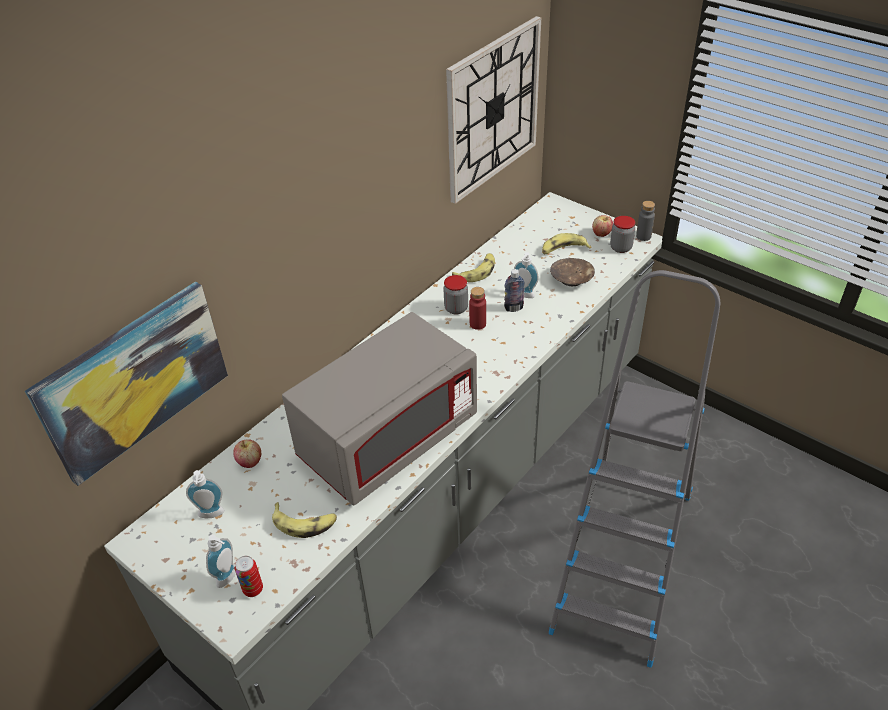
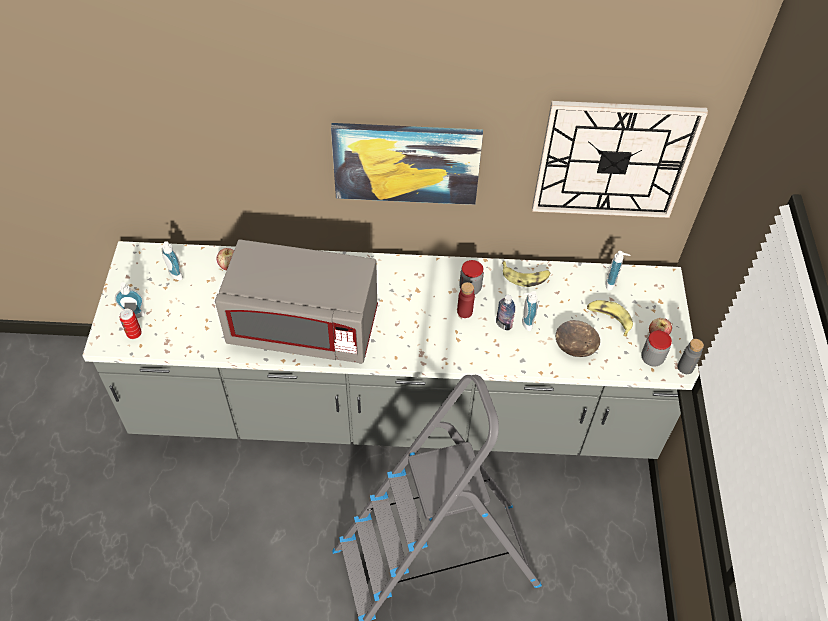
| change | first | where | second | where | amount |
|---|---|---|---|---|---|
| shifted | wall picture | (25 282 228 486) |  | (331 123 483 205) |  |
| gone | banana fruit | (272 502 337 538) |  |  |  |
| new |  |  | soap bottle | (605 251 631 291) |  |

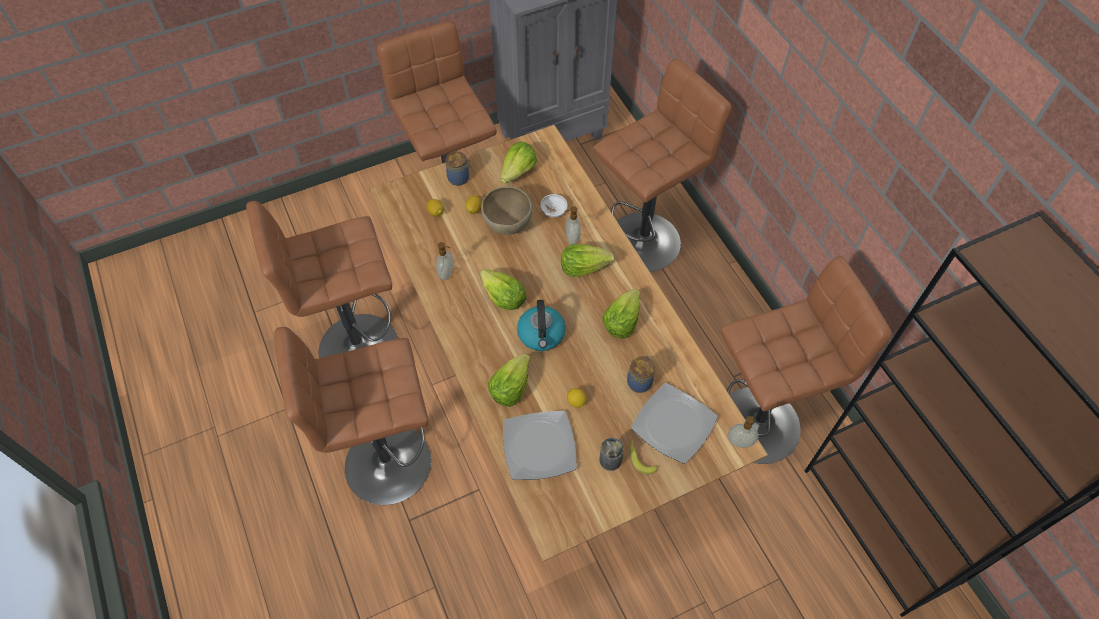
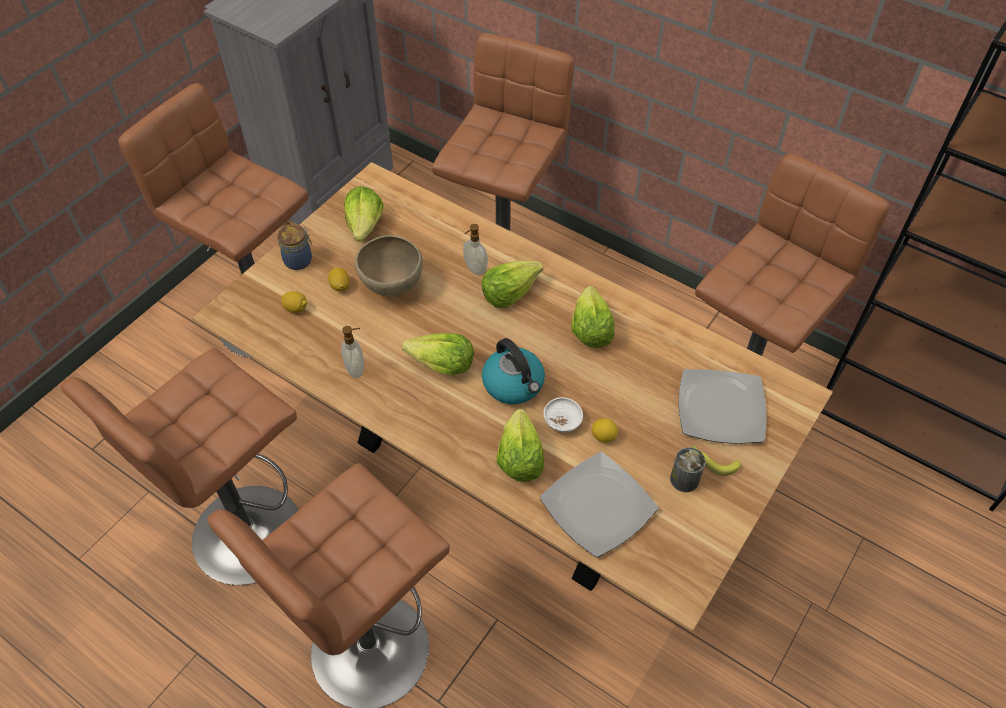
| change | first | where | second | where | amount |
|---|---|---|---|---|---|
| shifted | white-coloured bowl | (540 194 568 217) |  | (544 397 583 433) |  |
| gone | jar | (627 356 655 393) |  |  |  |
| gone | soap bottle | (727 416 759 448) |  |  |  |

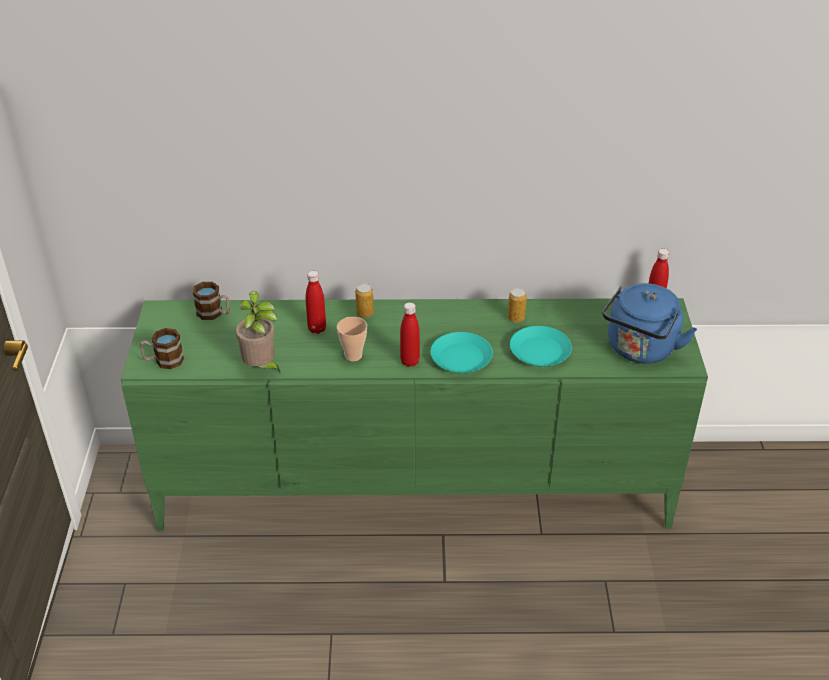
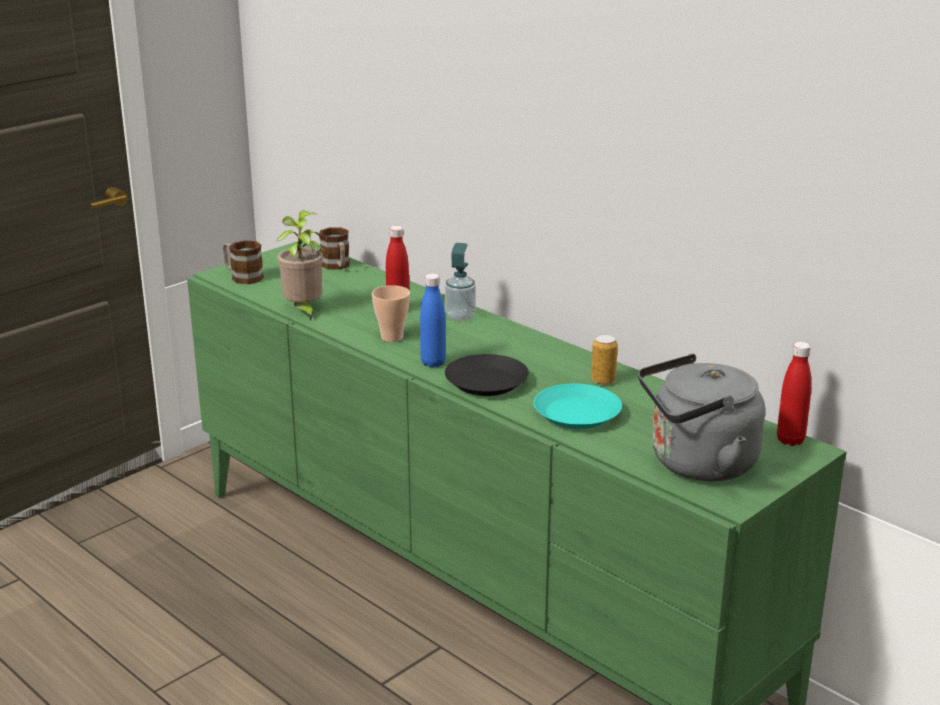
| change | first | where | second | where | amount |
|---|---|---|---|---|---|
| swapped | sealed can | (355 284 374 318) | soap bottle | (445 243 476 321) |  |
| repainted | reddish bottle | (400 302 420 367) | blue bottle | (420 273 446 367) |  |
| repainted | blue-green flat dish | (431 332 493 373) | black flat dish | (445 354 529 396) |  |
| repainted | blue kettle | (602 283 697 363) | grey kettle | (638 354 765 481) |  |

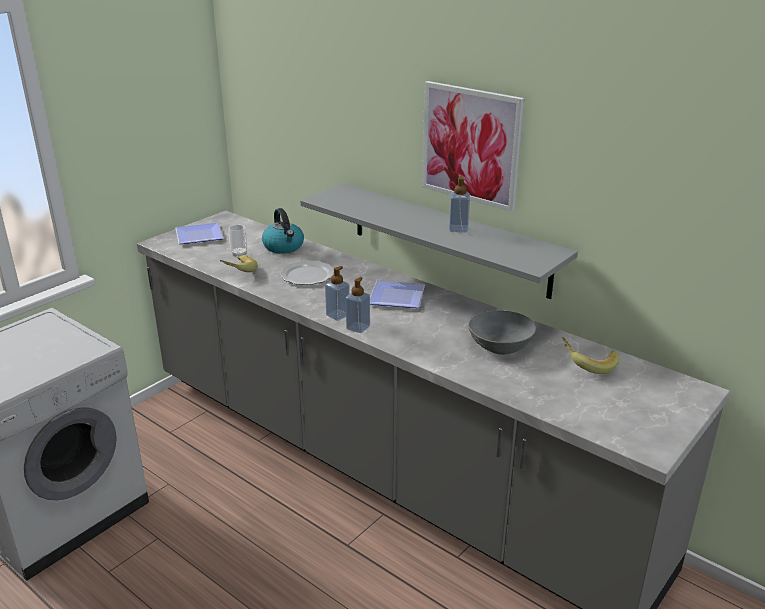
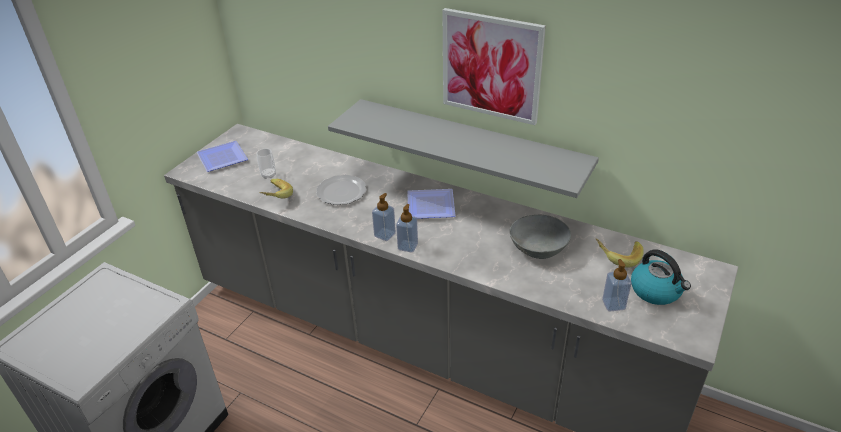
| change | first | where | second | where | amount |
|---|---|---|---|---|---|
| shifted | kettle | (262 208 304 254) |  | (631 249 691 305) |  |
| shifted | soap bottle | (449 176 470 232) |  | (602 259 632 311) |  |

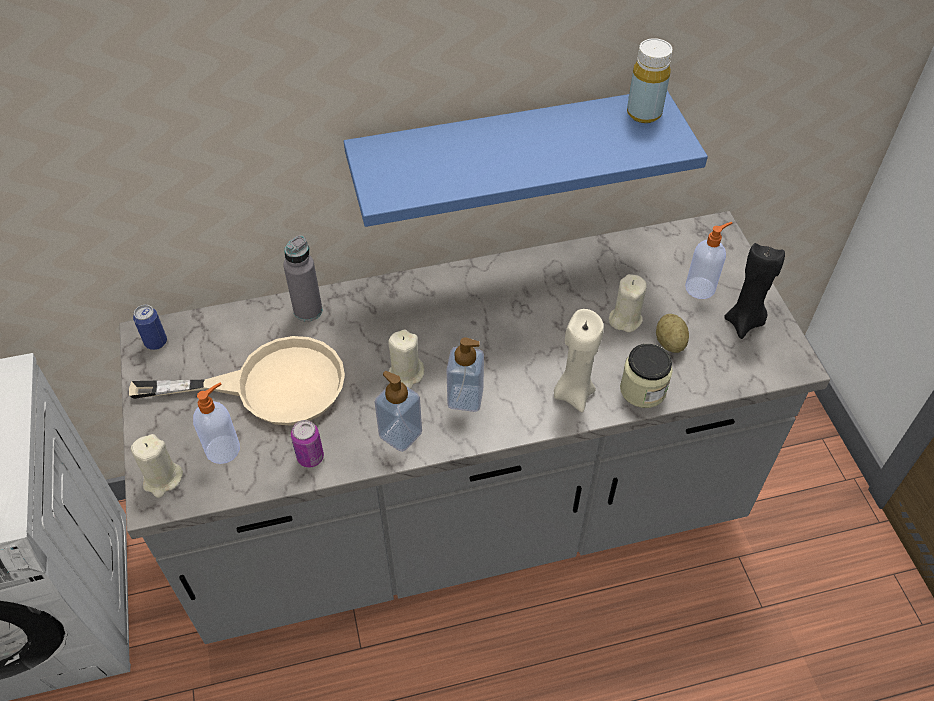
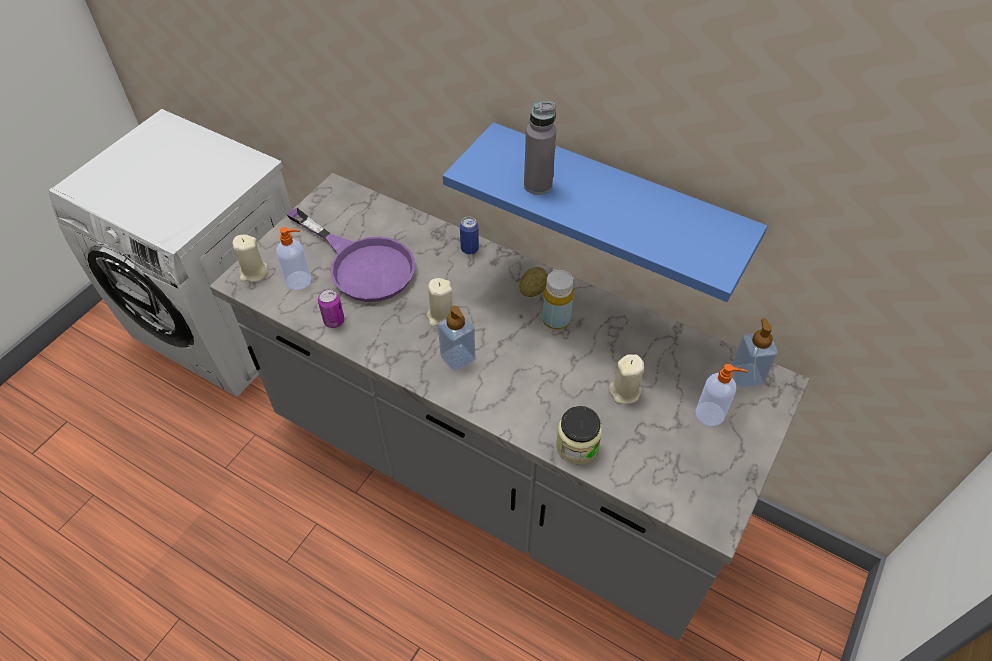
| change | first | where | second | where | amount |
|---|---|---|---|---|---|
| repainted | beige frying pan | (129 336 345 426) | purple-coloured frying pan | (287 208 415 302) |  |
| shifted | sealed can | (133 305 167 350) |  | (460 217 479 254) |  |
| shifted | grey bottle | (283 235 322 322) |  | (524 101 556 195) |  |
| shifted | soap bottle | (374 371 422 452) |  | (731 318 778 387) |  |
| gone | beige wax light | (554 309 604 412) |  |  |  |
| shifted | yellowish bottle | (627 38 672 123) |  | (542 270 574 330) |  |
| shifted | potato | (656 314 689 353) |  | (519 267 548 297) |  |
| gone | black wax light | (724 243 785 339) |  |  |  |

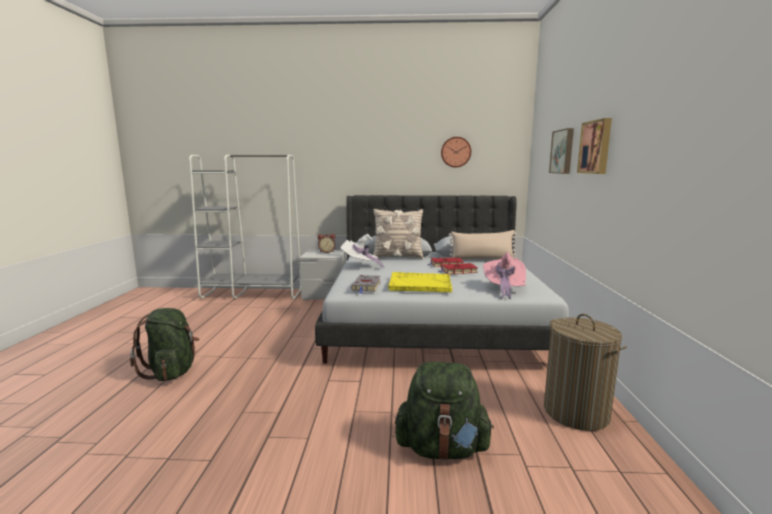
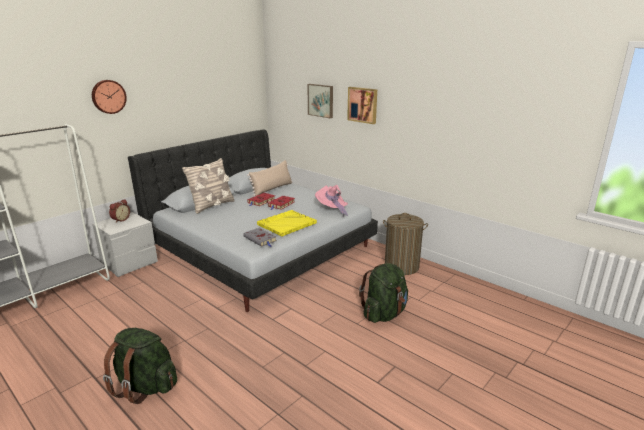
| change | first | where | second | where | amount |
|---|---|---|---|---|---|
| gone | white-coloured wearable hat | (340 234 385 268) |  |  |  |
| shifted | clock on the wall | (441 137 471 167) |  | (92 80 127 114) |  |

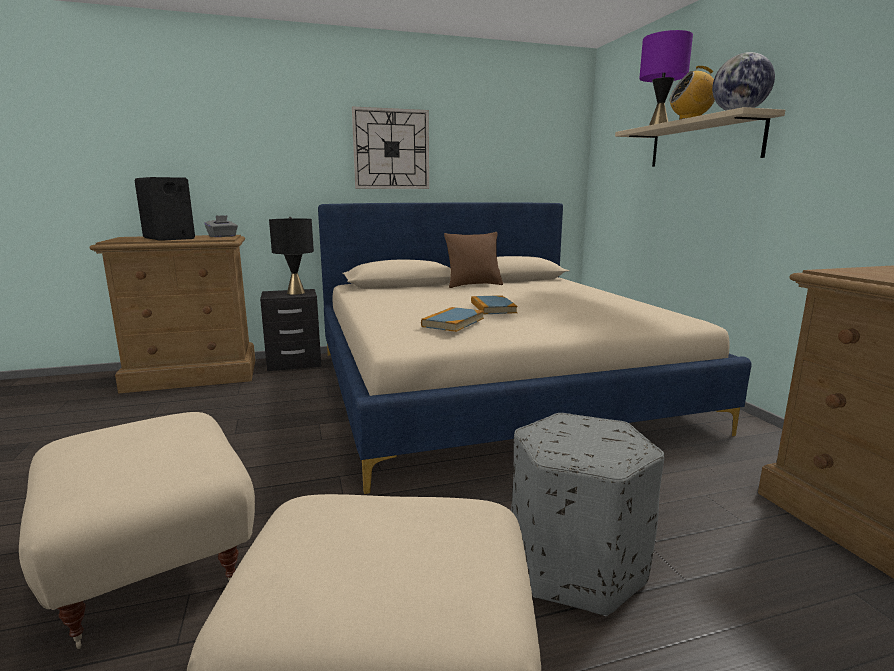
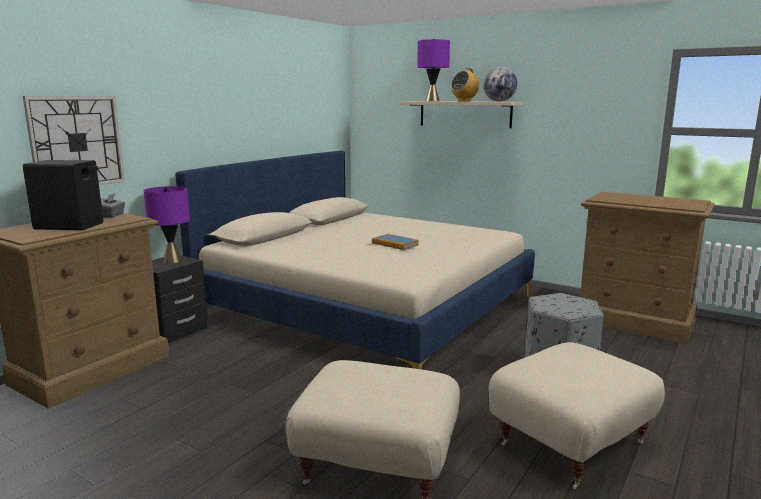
| change | first | where | second | where | amount |
|---|---|---|---|---|---|
| repainted | black lamp for a table | (269 217 314 295) | purple-coloured lamp for a table | (144 186 190 264) |  |
| shifted | clock on the wall | (352 106 429 189) |  | (23 96 125 185) |  |
| gone | volume | (421 307 484 332) |  |  |  |
| gone | brownish throw pillow | (444 232 503 288) |  |  |  |

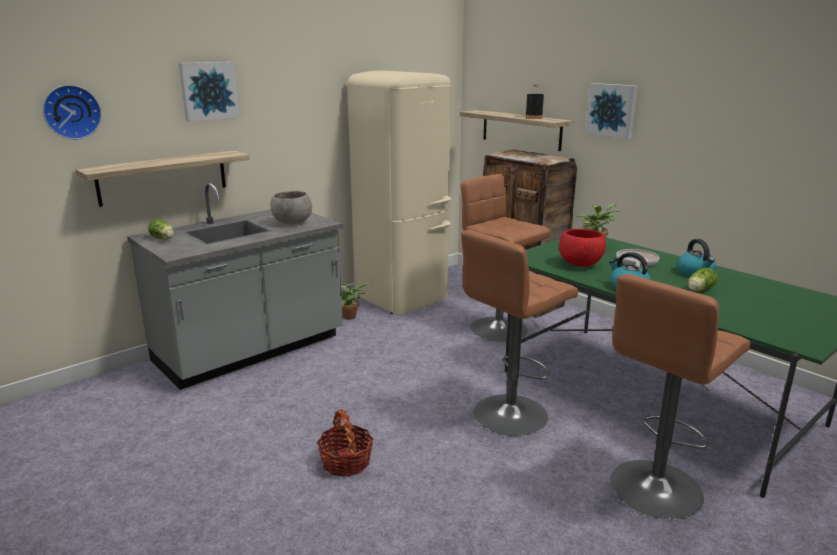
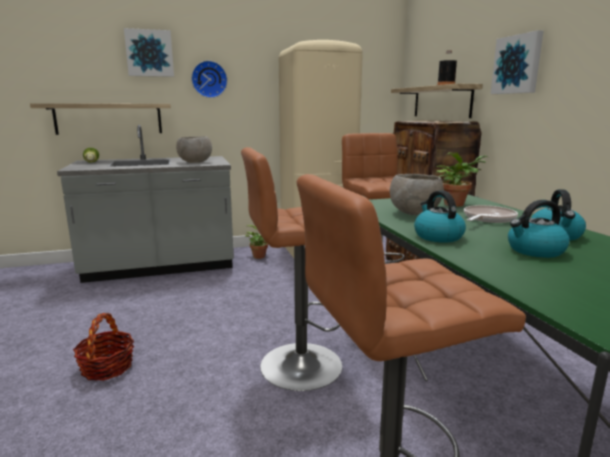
| change | first | where | second | where | amount |
|---|---|---|---|---|---|
| shifted | clock on the wall | (43 85 102 140) |  | (191 61 228 98) |  |
| repainted | reddish bowl | (559 229 606 267) | grey bowl | (390 174 444 215) |  |
| swapped | head of lettuce | (688 267 718 291) | kettle | (508 200 570 258) |  |

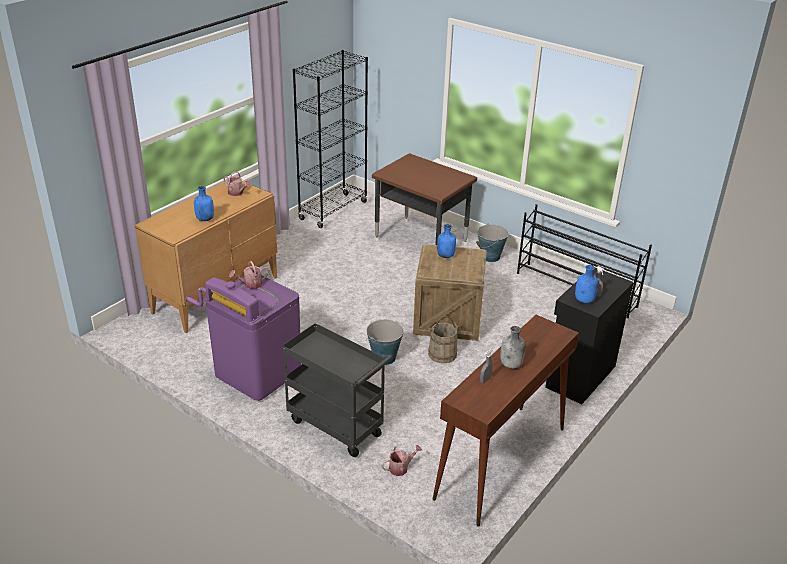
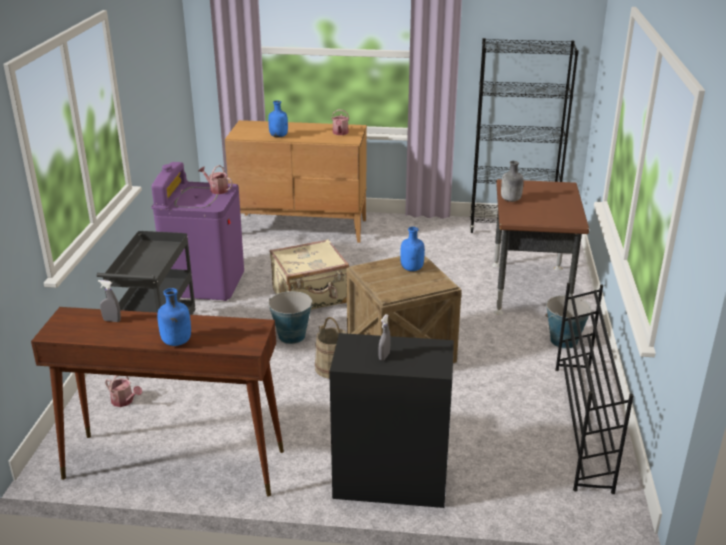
| change | first | where | second | where | amount |
|---|---|---|---|---|---|
| shifted | grey bottle | (500 326 526 369) |  | (501 161 524 202) |  |
| shifted | blue bottle | (575 265 598 303) |  | (157 288 191 346) |  |
| new |  |  | beige travel case | (269 239 349 310) |  |

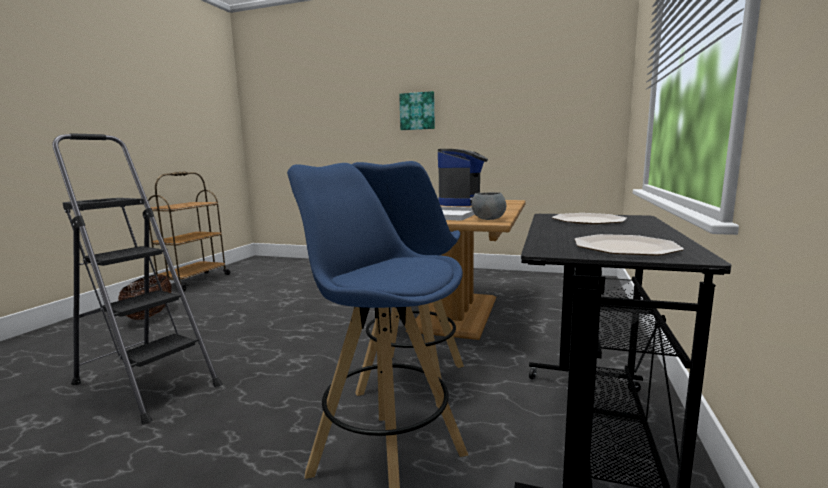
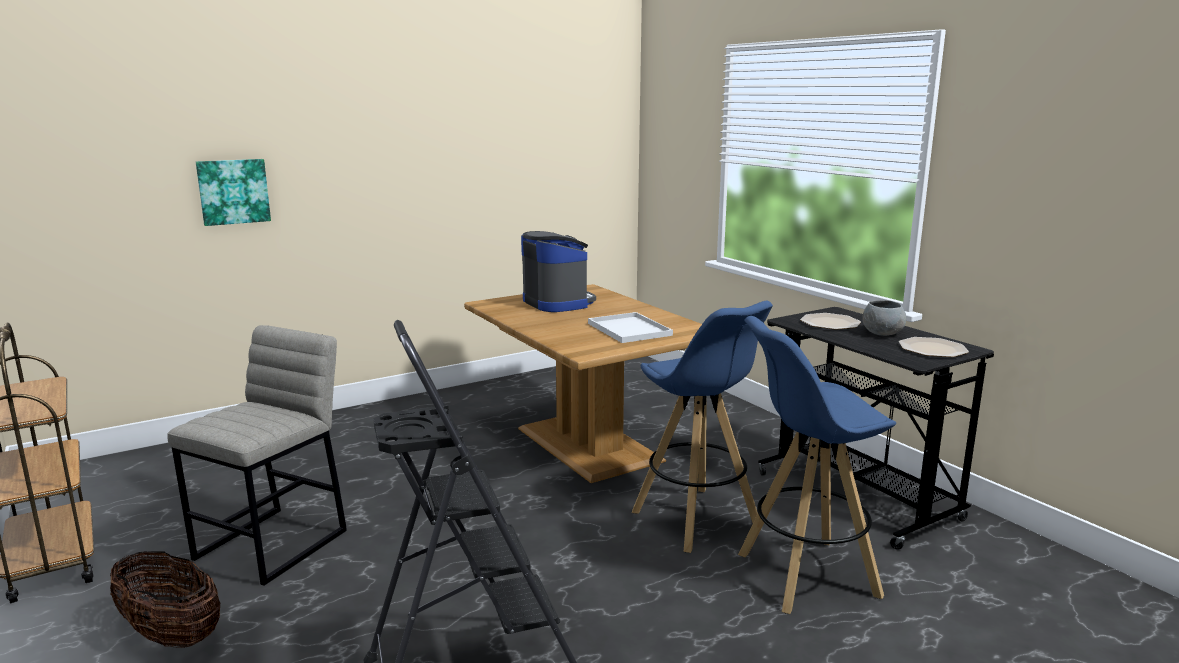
| change | first | where | second | where | amount |
|---|---|---|---|---|---|
| shifted | wall picture | (399 91 435 130) |  | (196 159 271 226) |  |
| shifted | grey bowl | (472 192 506 220) |  | (862 300 906 336) |  |
| new |  |  | grey plain chair | (167 325 347 586) |  |

